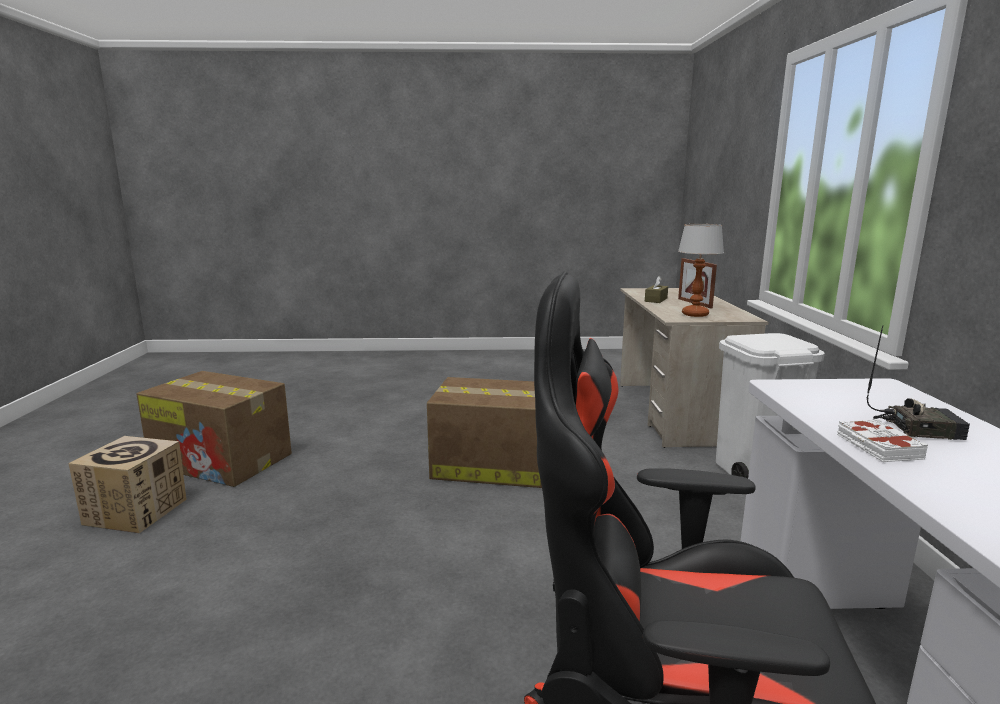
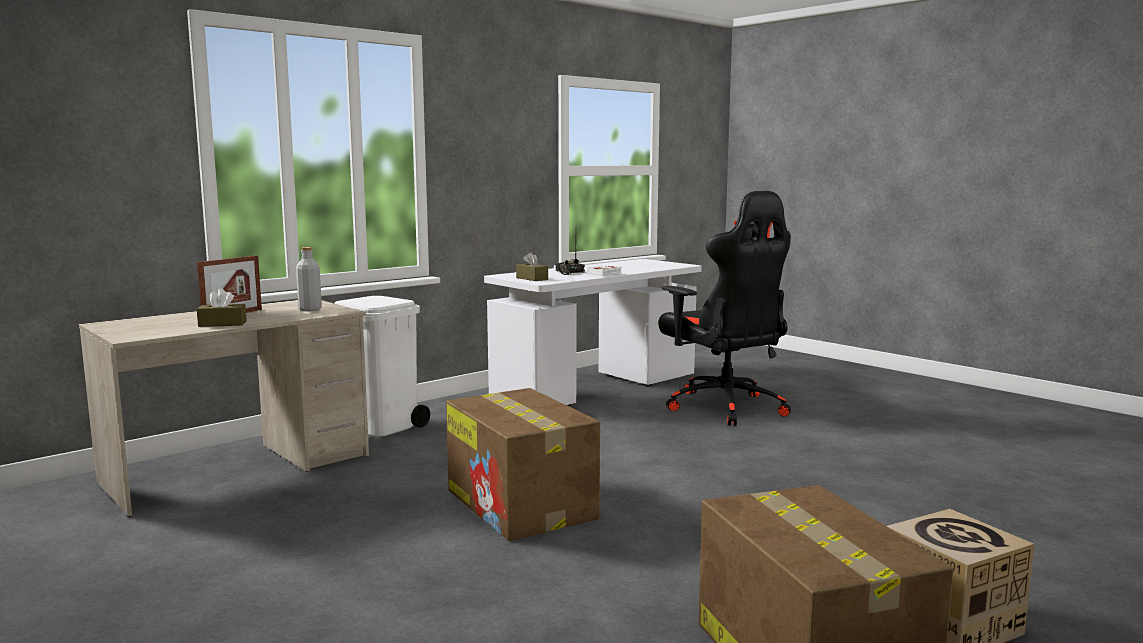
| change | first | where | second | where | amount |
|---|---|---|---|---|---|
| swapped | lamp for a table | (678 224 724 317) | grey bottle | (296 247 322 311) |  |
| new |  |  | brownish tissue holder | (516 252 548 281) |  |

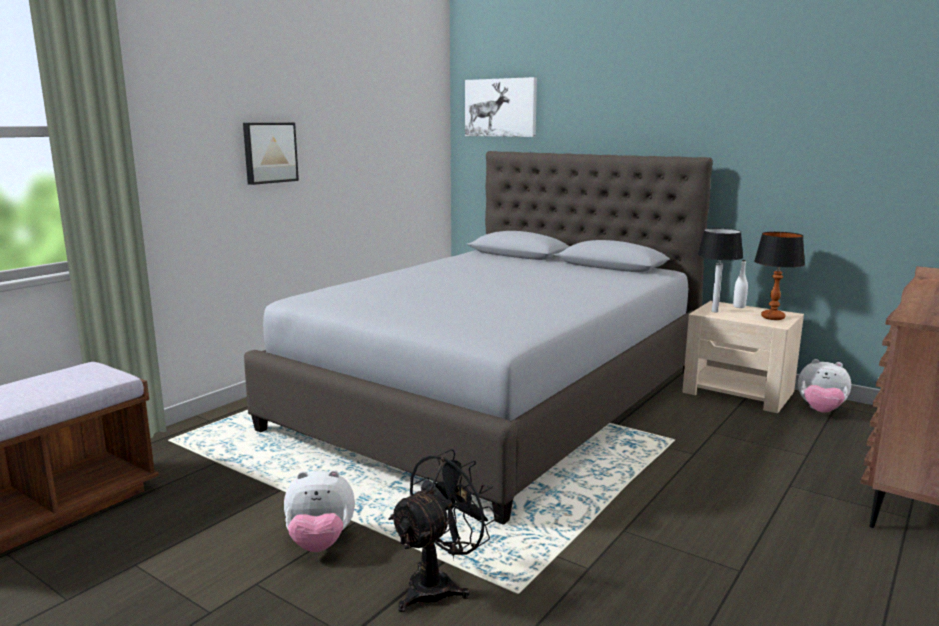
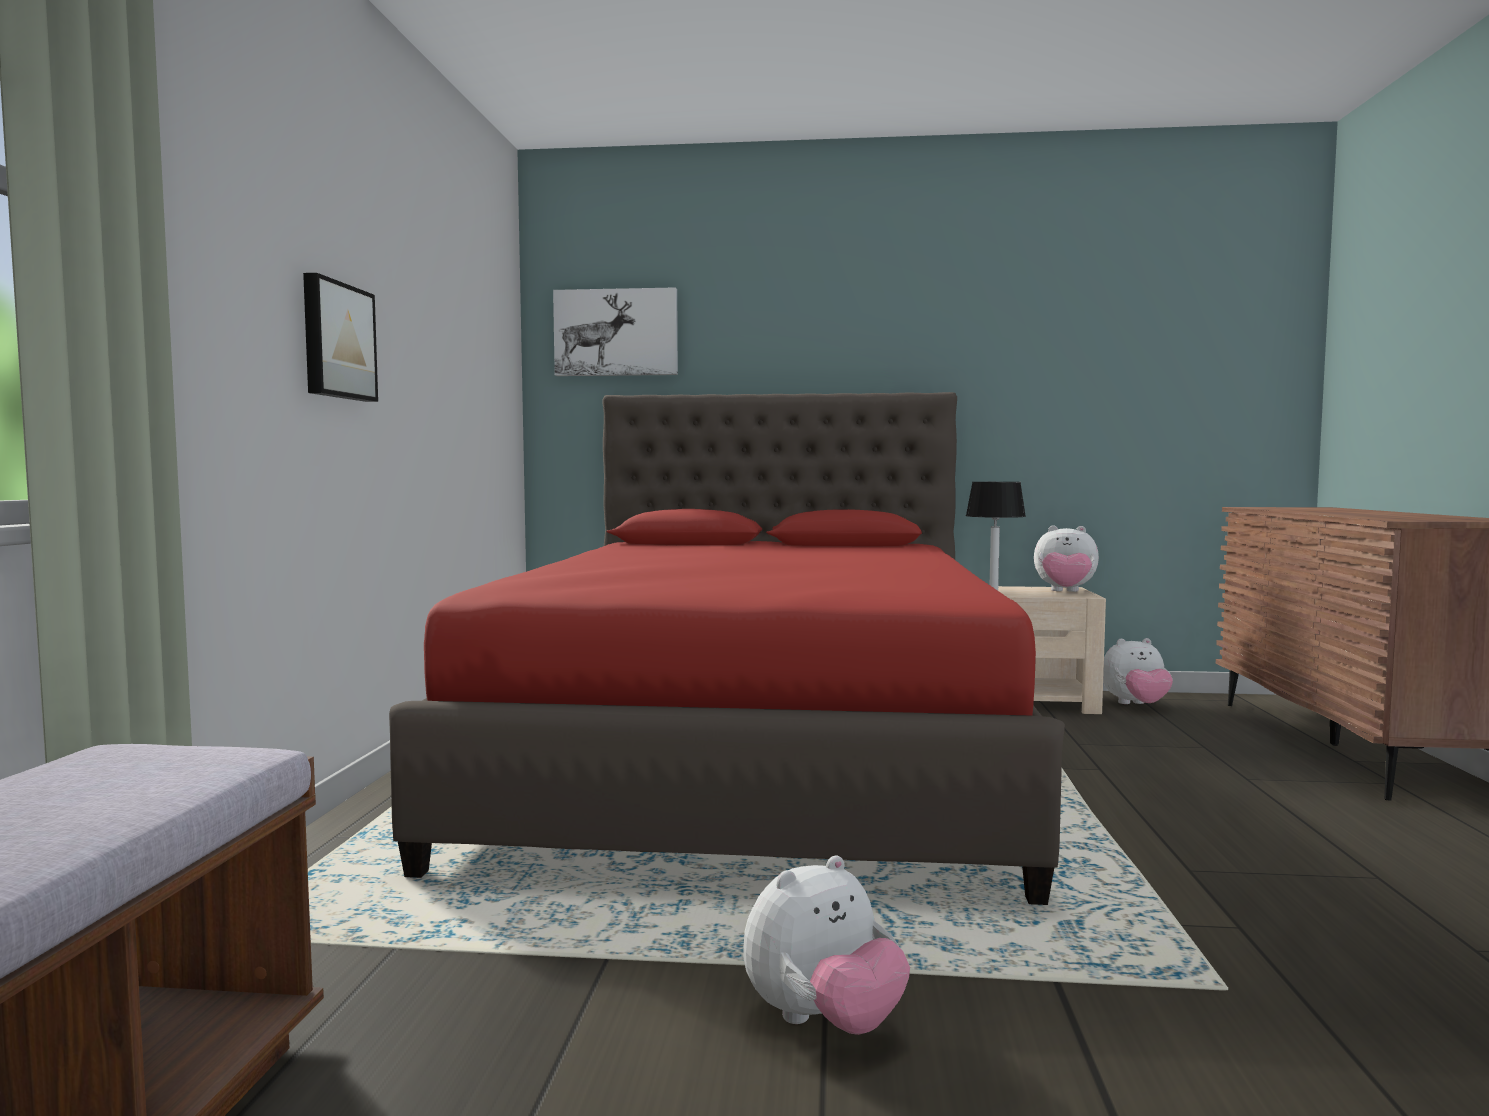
| change | first | where | second | where | amount |
|---|---|---|---|---|---|
| repainted | grey bed | (244 151 713 525) | reddish bed | (389 392 1065 905) |  |
| gone | black electric fan | (388 449 499 612) |  |  |  |
| gone | white-coloured bottle | (733 260 748 308) |  |  |  |
| swapped | lamp for a table | (754 232 805 320) | soft toy | (1034 525 1099 592) |  |

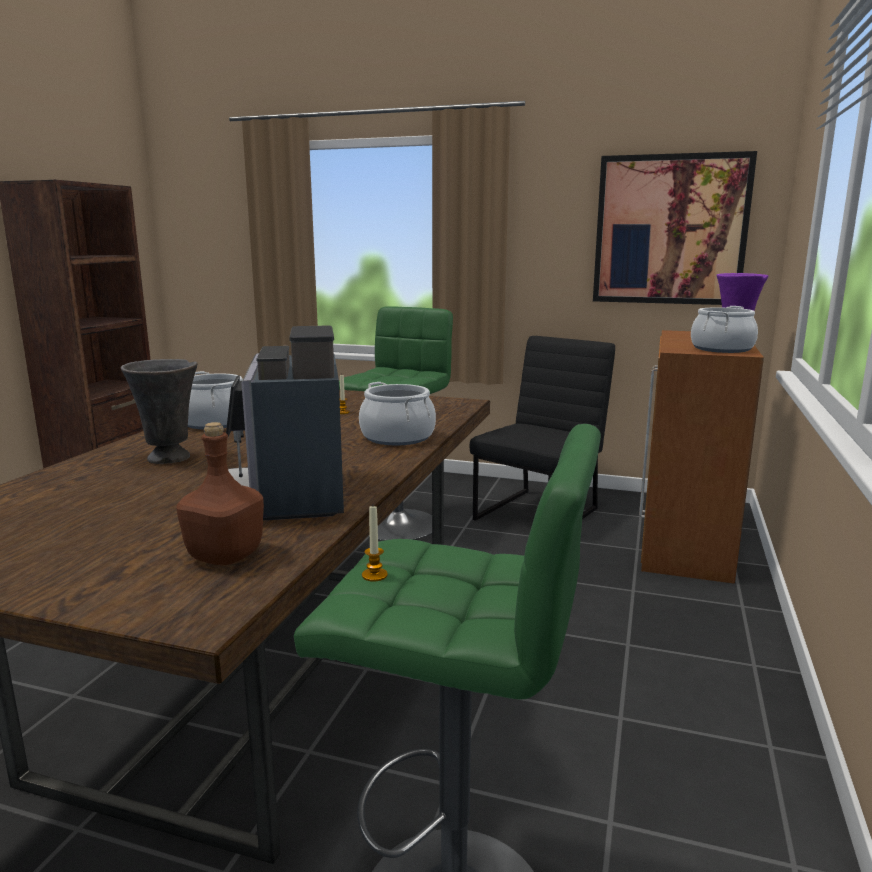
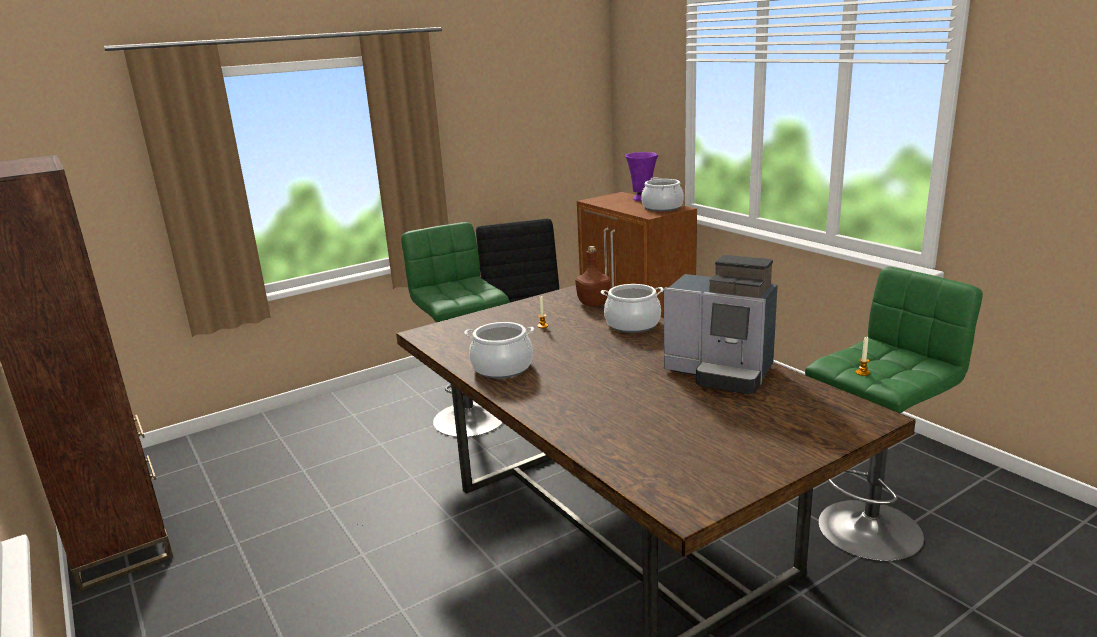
| change | first | where | second | where | amount |
|---|---|---|---|---|---|
| gone | grey vase | (121 359 198 464) |  |  |  |
| shifted | brownish bottle | (176 422 264 565) |  | (575 246 610 306) |  |
| gone | wall picture | (593 151 757 305) |  |  |  |

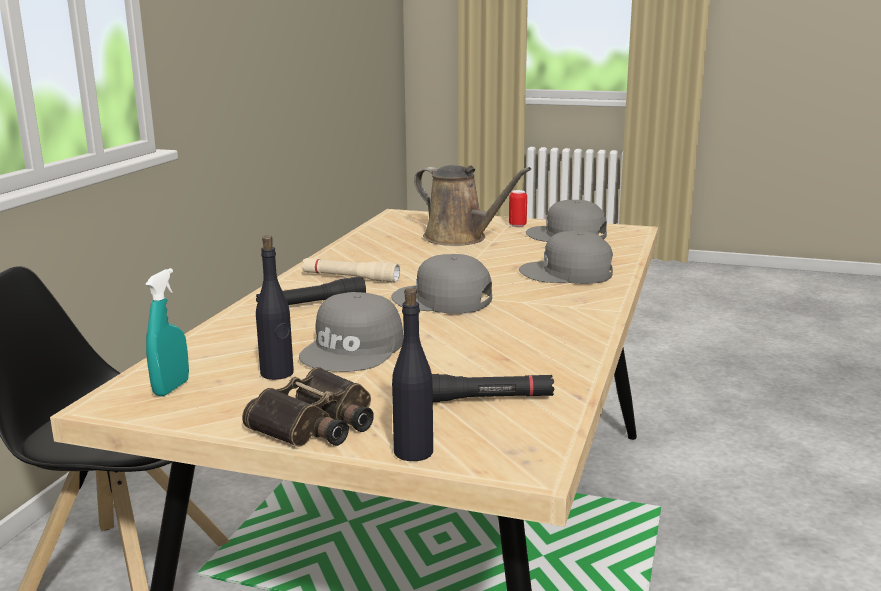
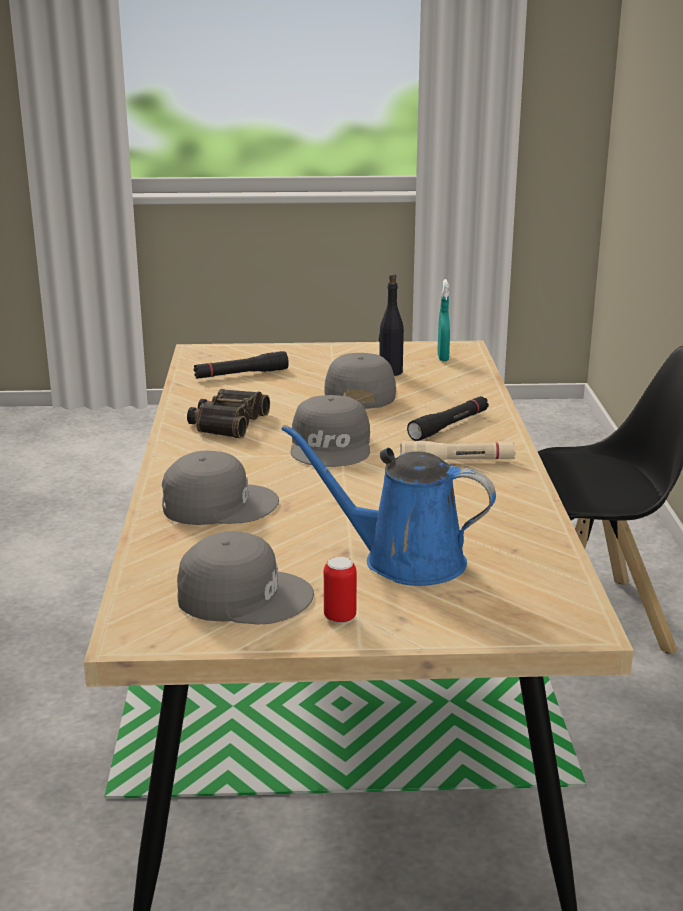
| change | first | where | second | where | amount |
|---|---|---|---|---|---|
| shifted | pair of binoculars | (242 367 374 447) |  | (187 389 270 438) |  |
| rotated | grey peaked cap | (391 254 492 313) |  | (291 395 370 467) | 90 degrees clockwise |
| gone | black bottle | (392 288 433 461) |  |  |  |
| repainted | brownish sprinkling can | (414 165 531 246) | blue sprinkling can | (281 424 496 586) |  |

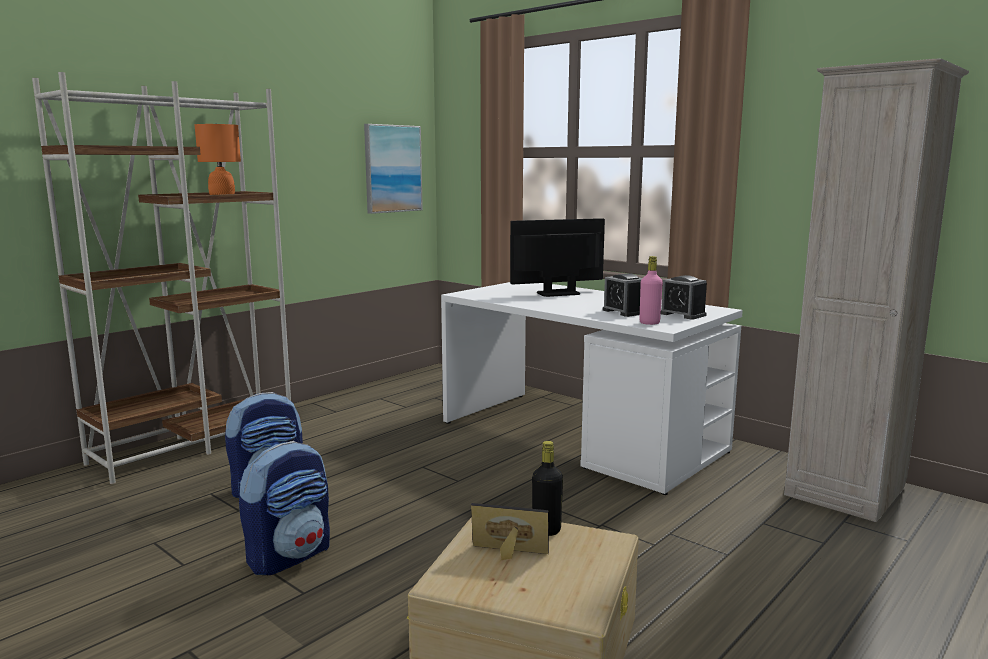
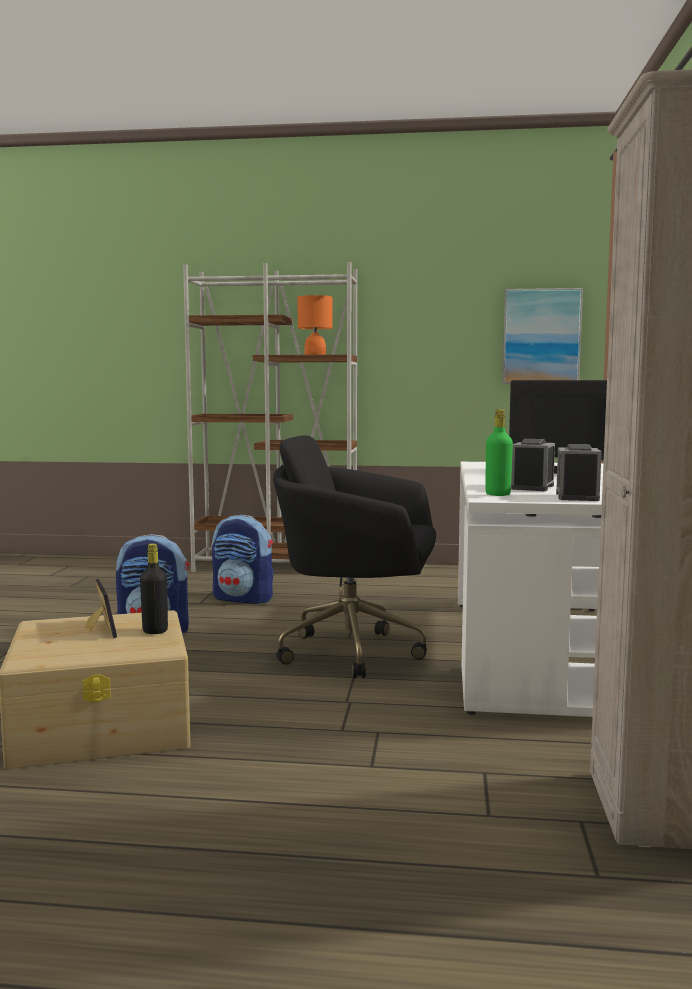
| change | first | where | second | where | amount |
|---|---|---|---|---|---|
| repainted | pink bottle | (639 256 663 325) | green bottle | (485 409 513 496) |  |
| new |  |  | black computer chair | (273 435 436 678) |  |

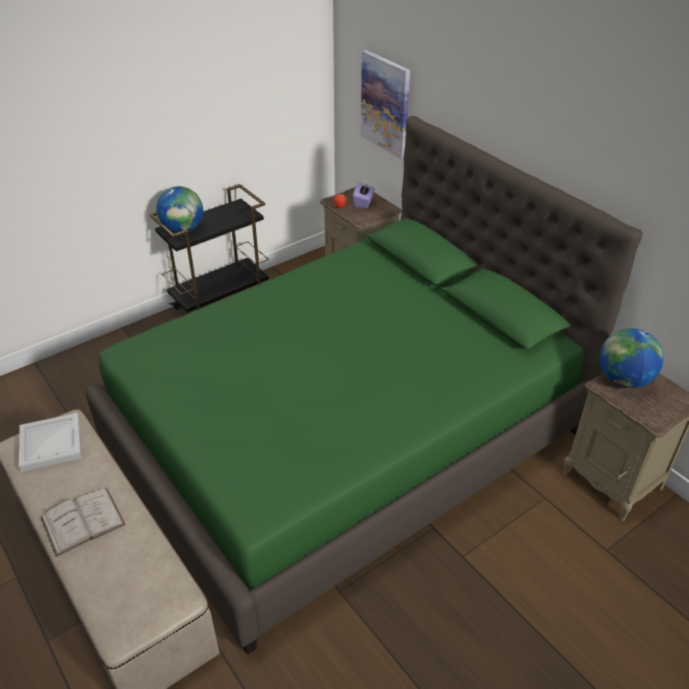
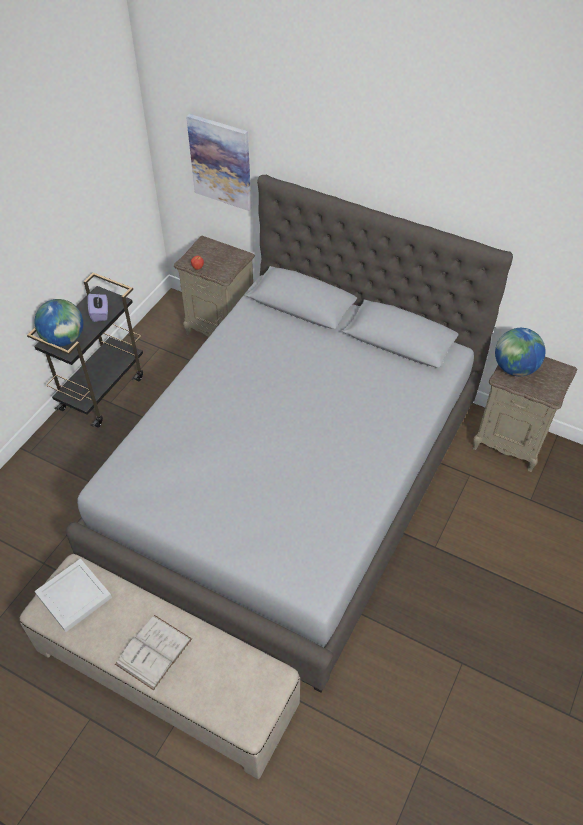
| change | first | where | second | where | amount |
|---|---|---|---|---|---|
| repainted | green bed | (85 116 642 654) | grey bed | (66 175 513 693) |  |
| shifted | purple-coloured tissue holder | (352 183 375 209) |  | (88 294 108 322) |  |

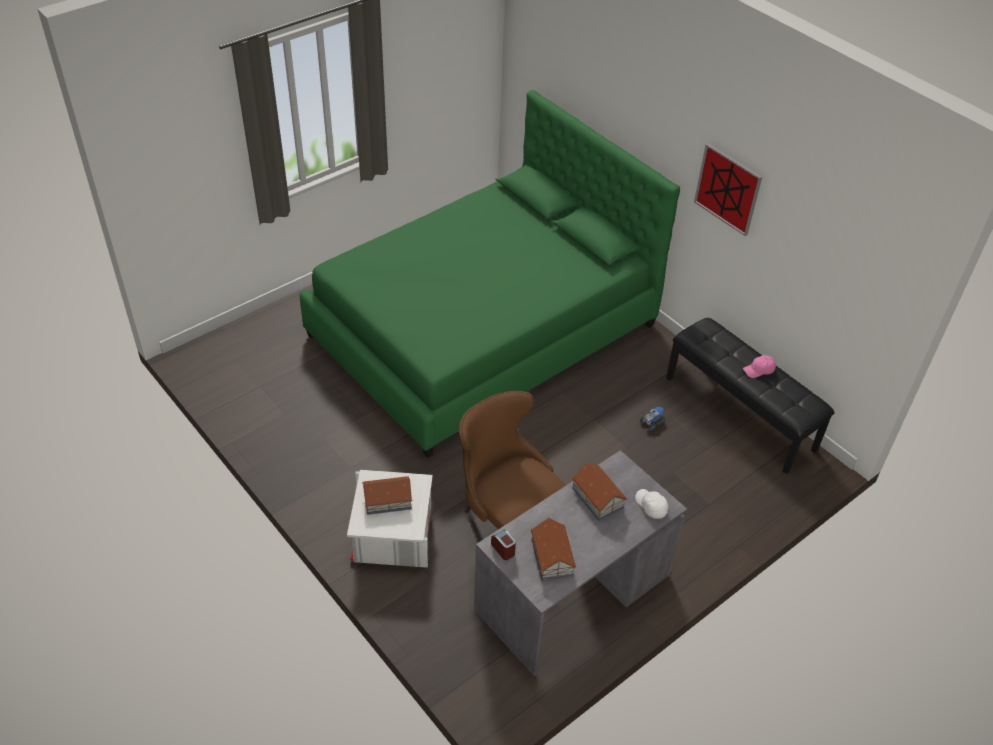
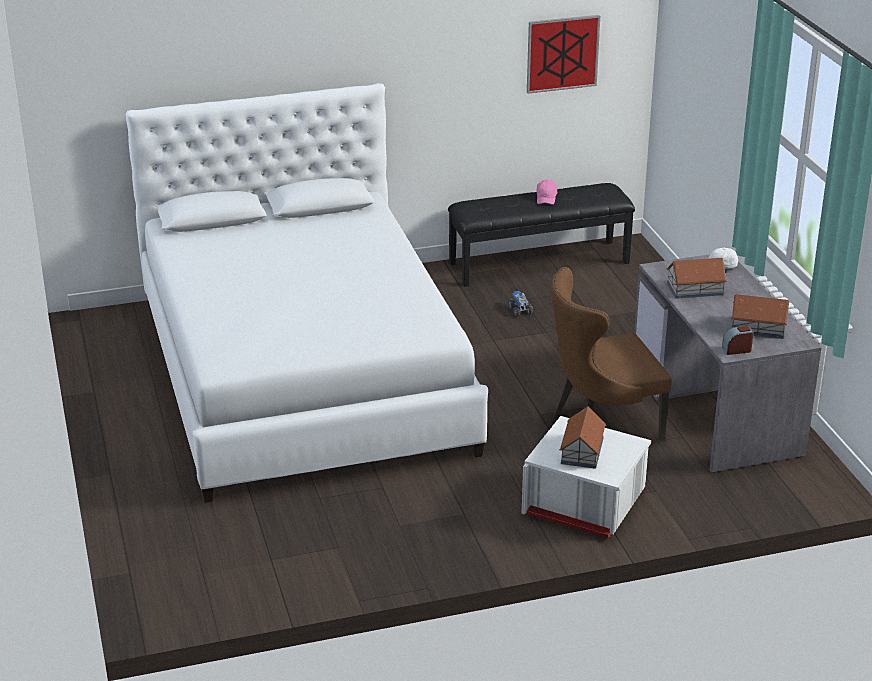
| change | first | where | second | where | amount |
|---|---|---|---|---|---|
| repainted | green bed | (300 90 680 458) | white-coloured bed | (126 83 488 503) |  |
| shifted | wall picture | (694 143 762 236) |  | (527 15 600 94) |  |

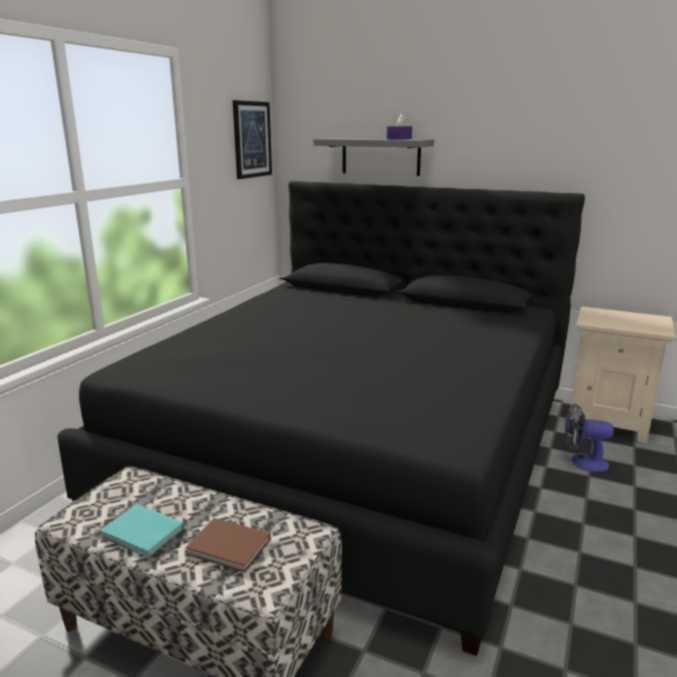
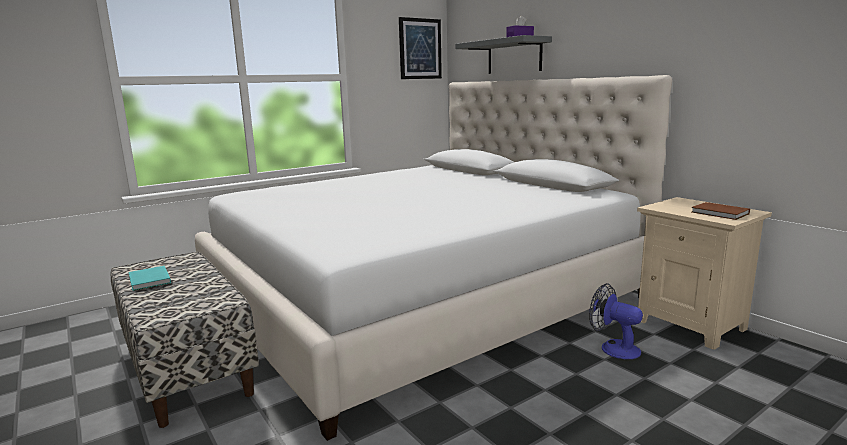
| change | first | where | second | where | amount |
|---|---|---|---|---|---|
| repainted | black bed | (57 181 585 656) | white-coloured bed | (195 75 672 441) |  |
| shifted | brownish volume | (185 518 270 572) |  | (691 202 750 220) |  |

